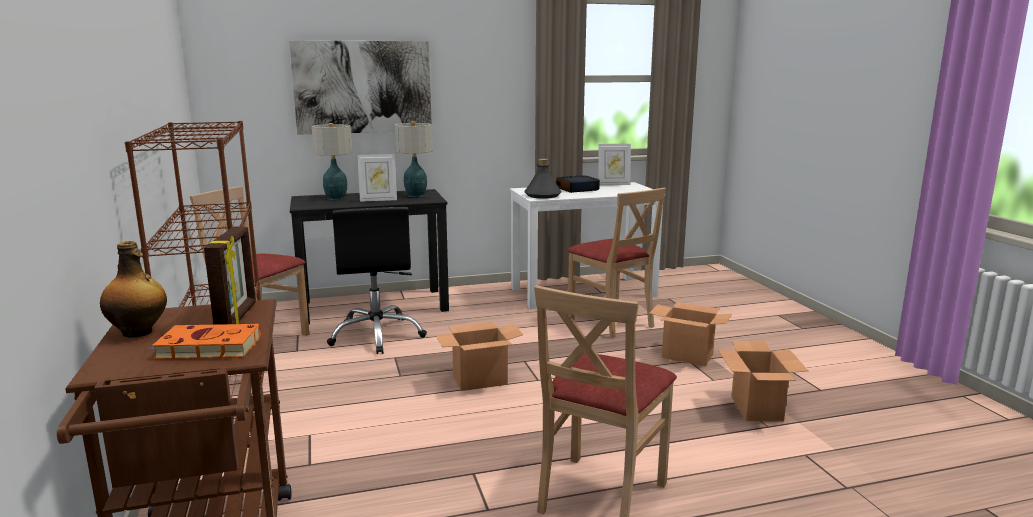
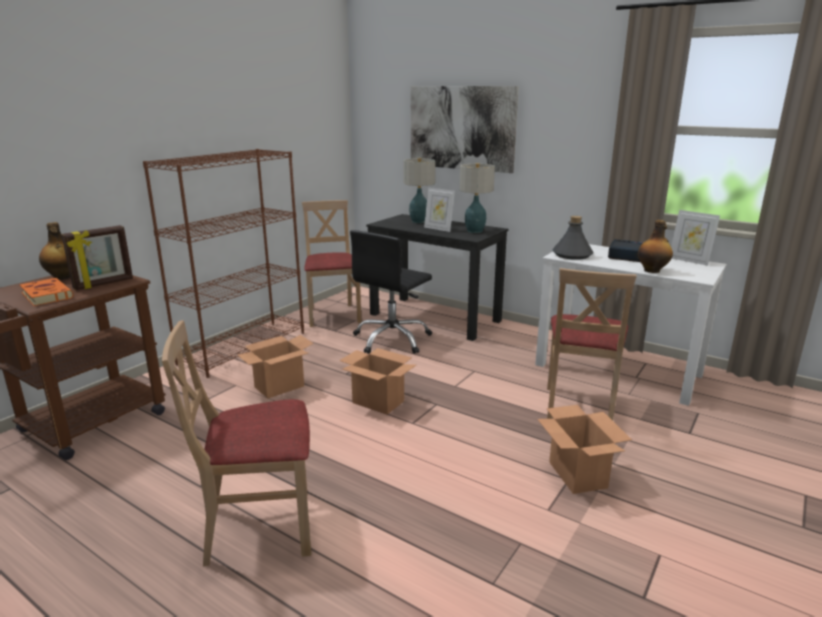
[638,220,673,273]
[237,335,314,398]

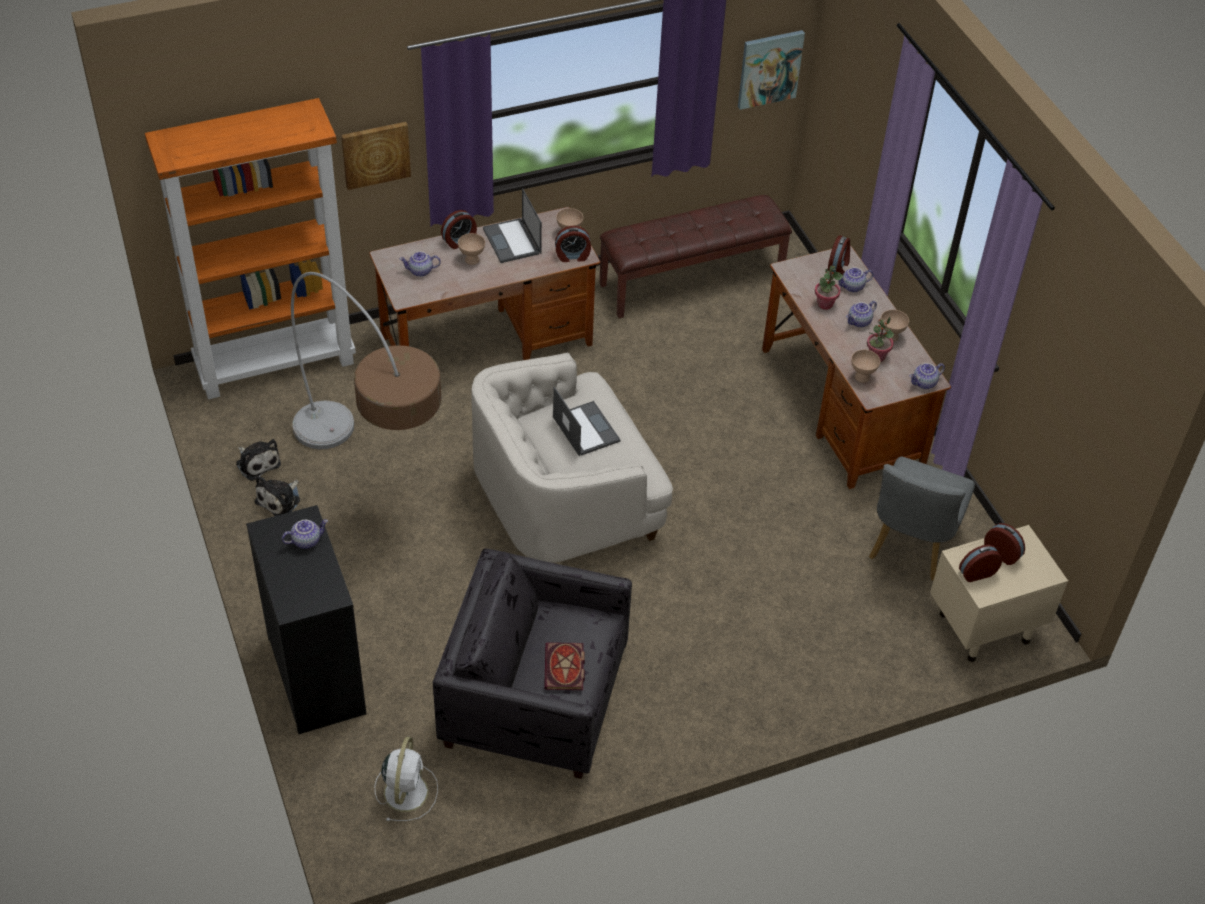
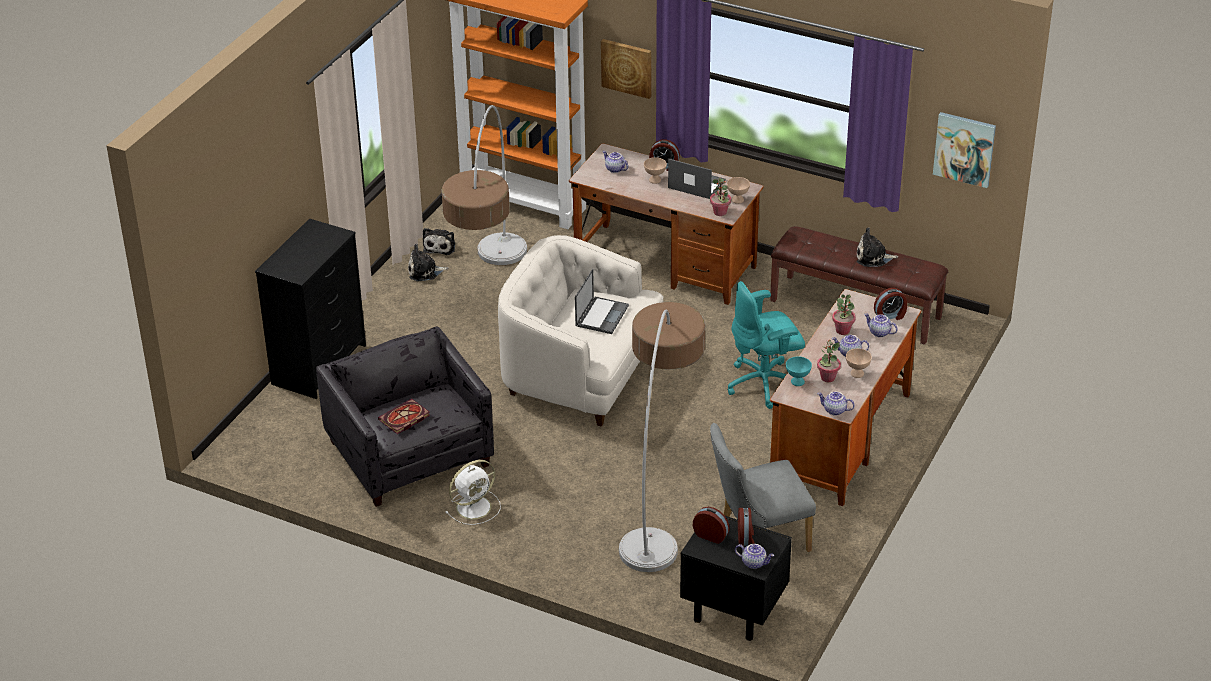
[619,302,705,572]
[728,281,805,409]
[857,227,898,267]
[735,544,774,569]
[445,460,501,525]
[710,178,731,216]
[786,356,812,386]
[680,516,792,641]
[668,159,726,199]

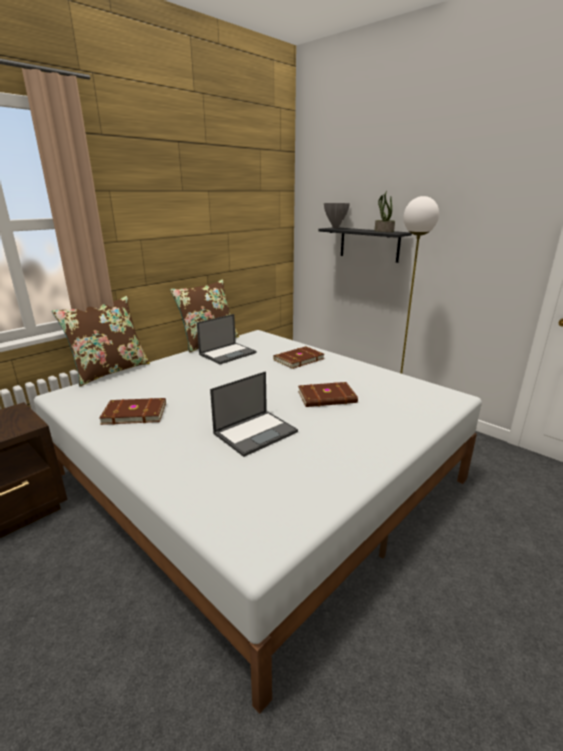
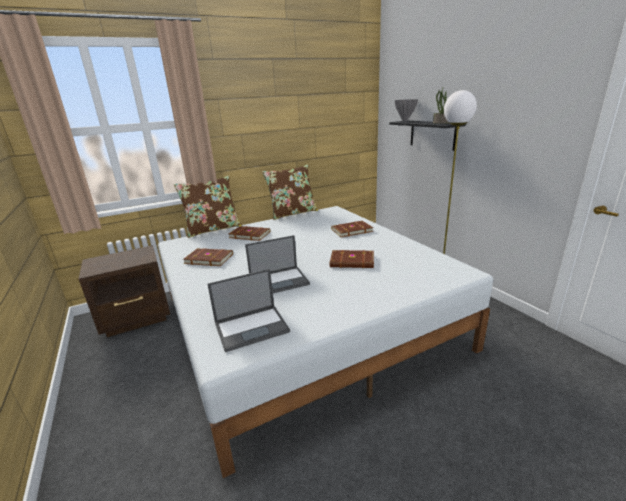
[229,226,270,241]
[208,269,290,352]

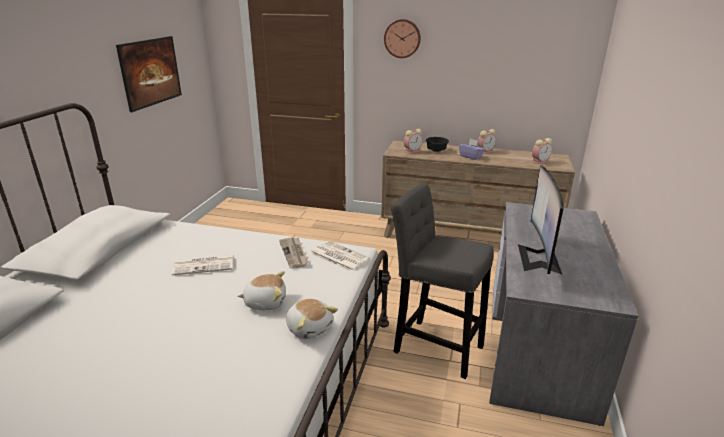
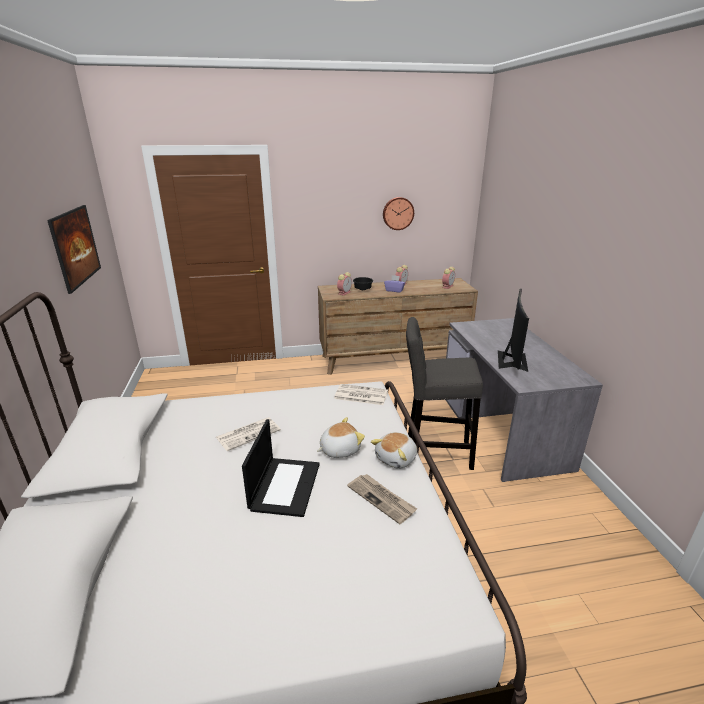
[242,419,320,517]
[347,474,417,524]
[383,197,414,230]
[371,432,417,469]
[498,289,529,372]

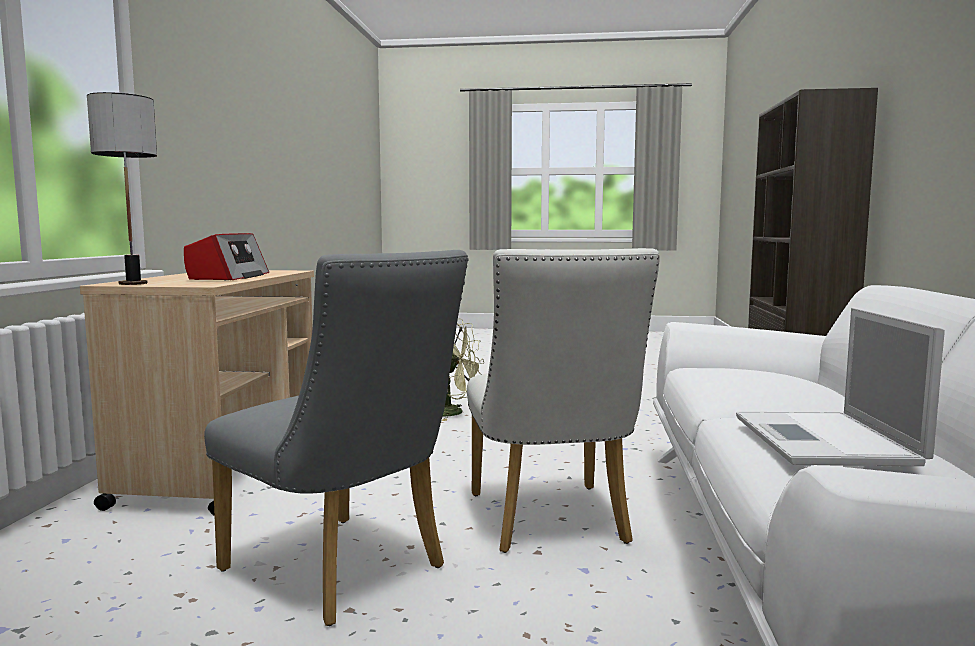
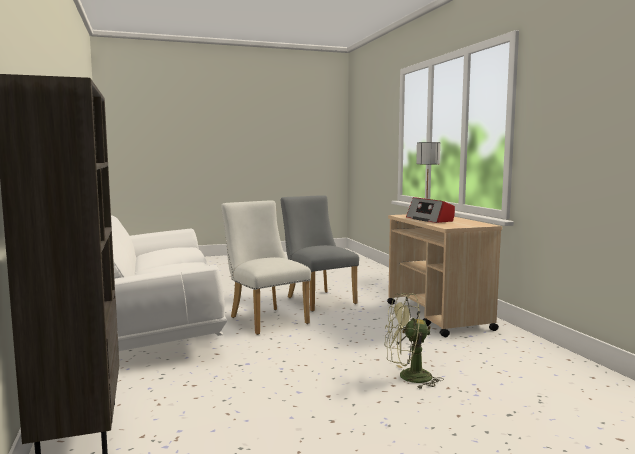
[736,307,945,466] (first image)
[281,195,359,312]

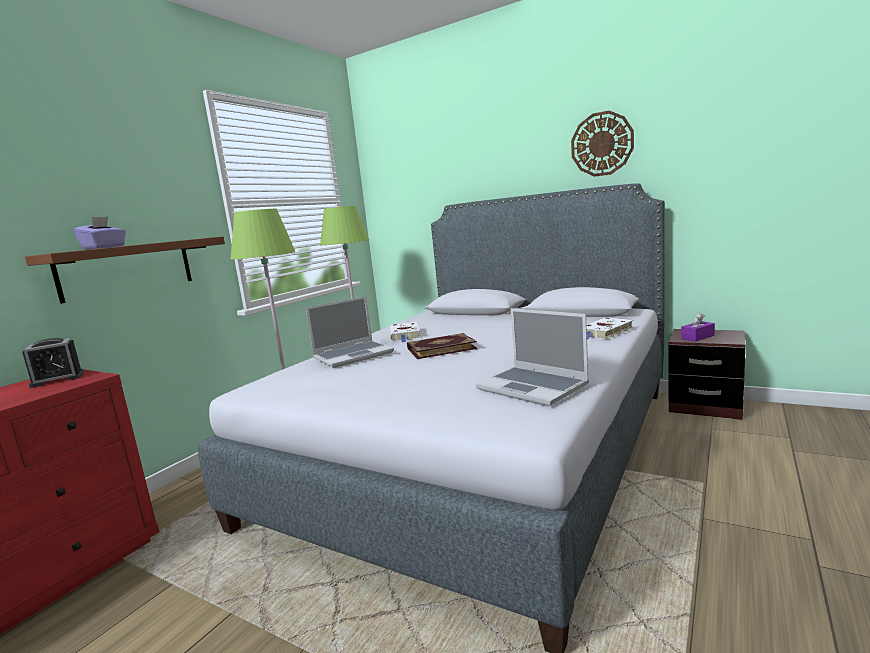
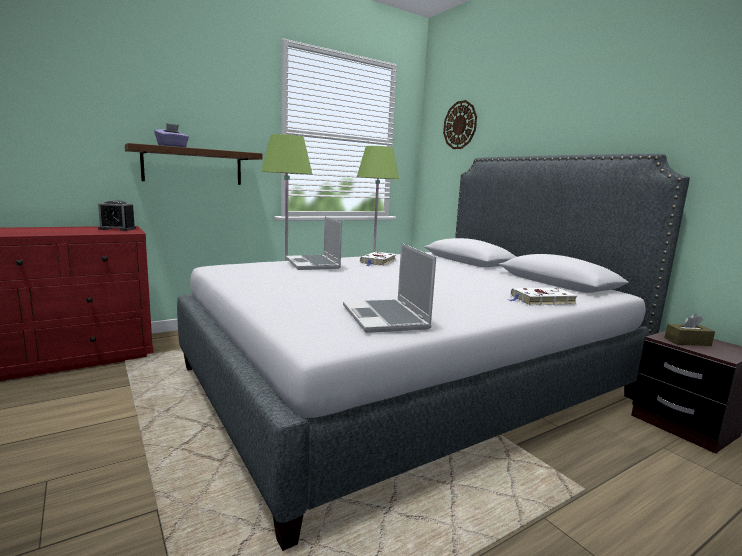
[407,333,477,359] (first image)
[443,100,477,149]
[665,314,715,346]
[286,217,342,270]

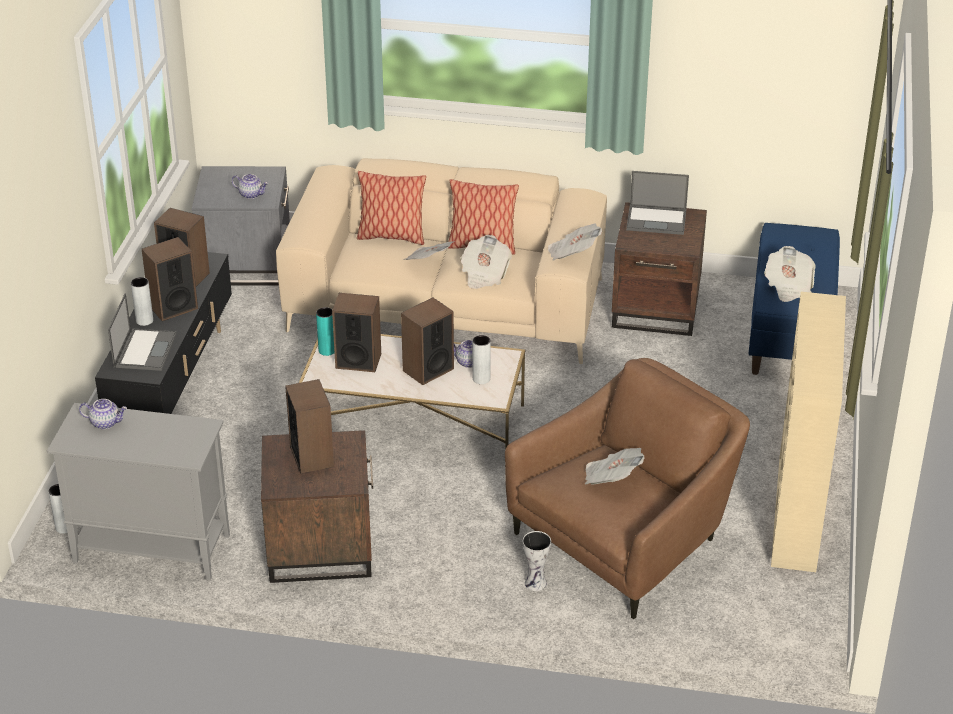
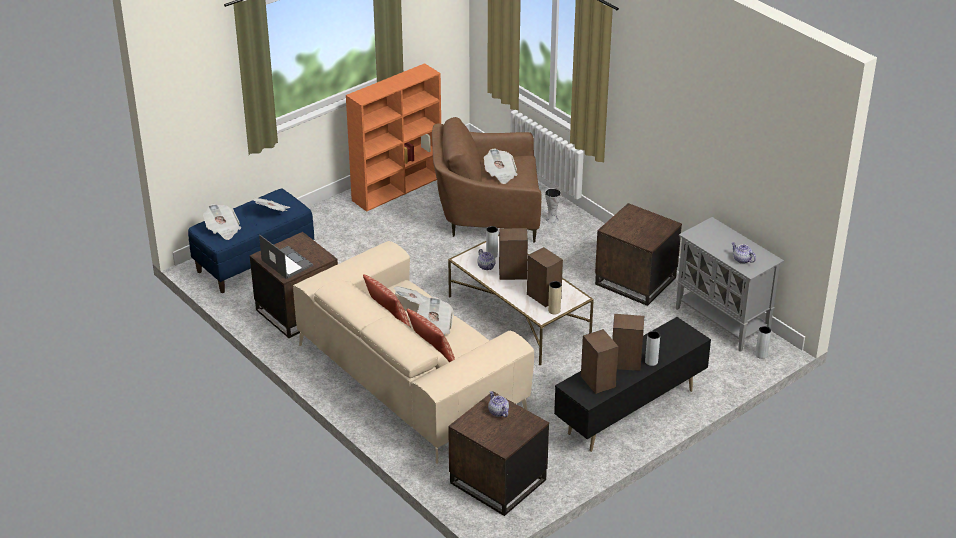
[108,293,177,371] (first image)
[285,379,334,474] (first image)
[203,204,241,240]
[448,392,549,516]
[548,281,562,314]
[346,63,441,212]

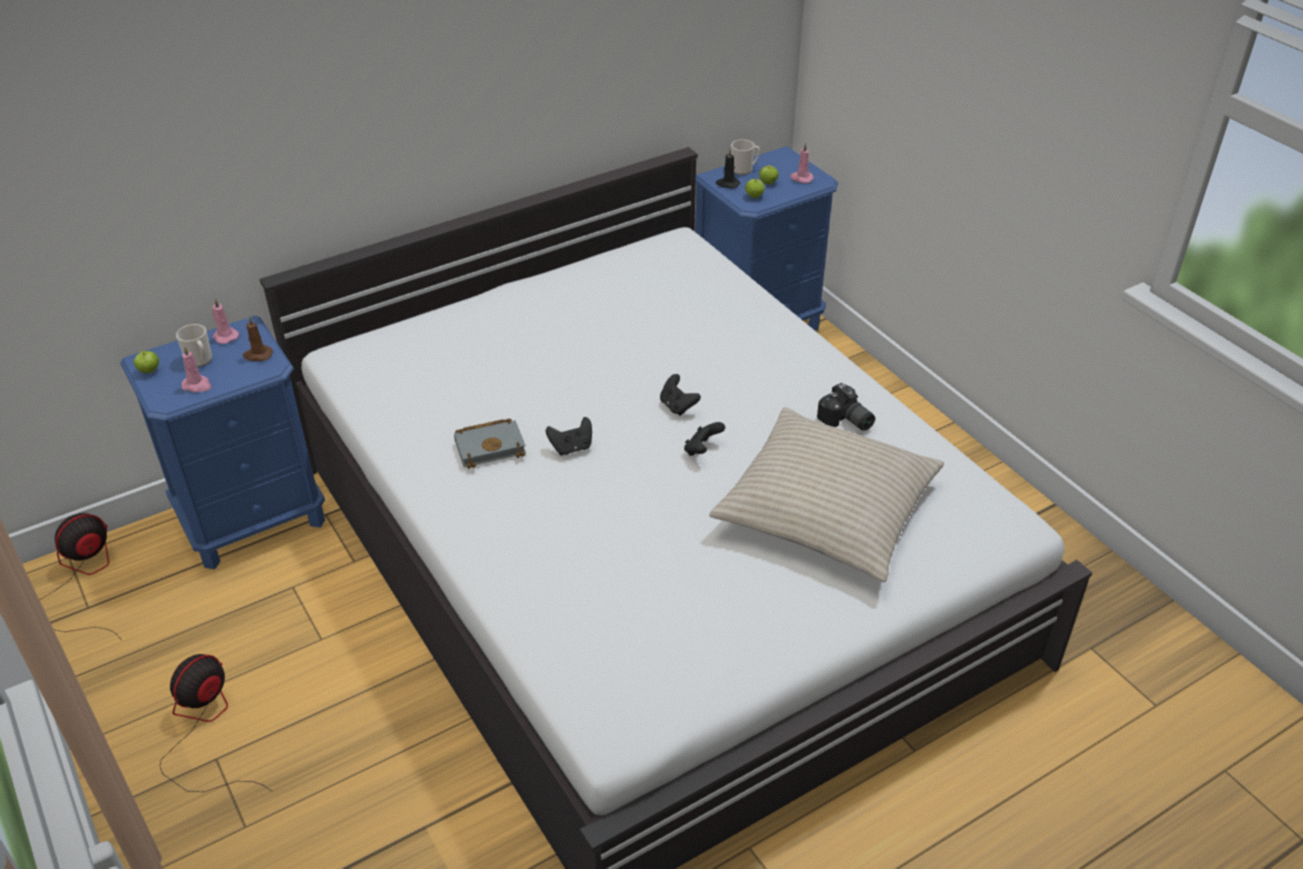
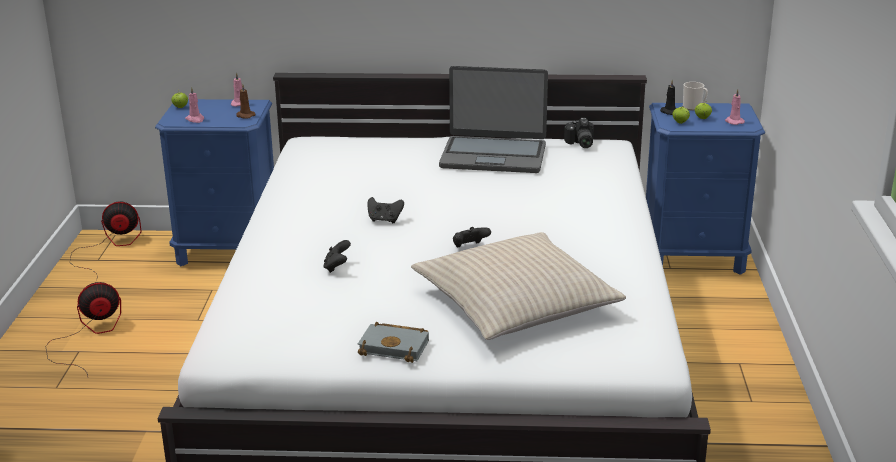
[176,324,212,367] (first image)
[439,66,548,173]
[357,322,429,363]
[324,240,351,273]
[564,118,594,148]

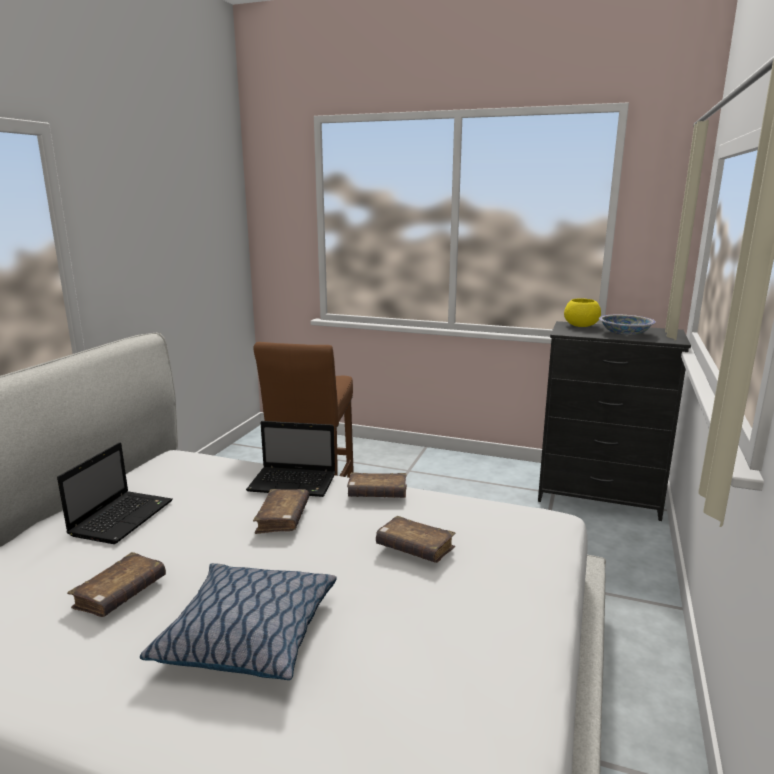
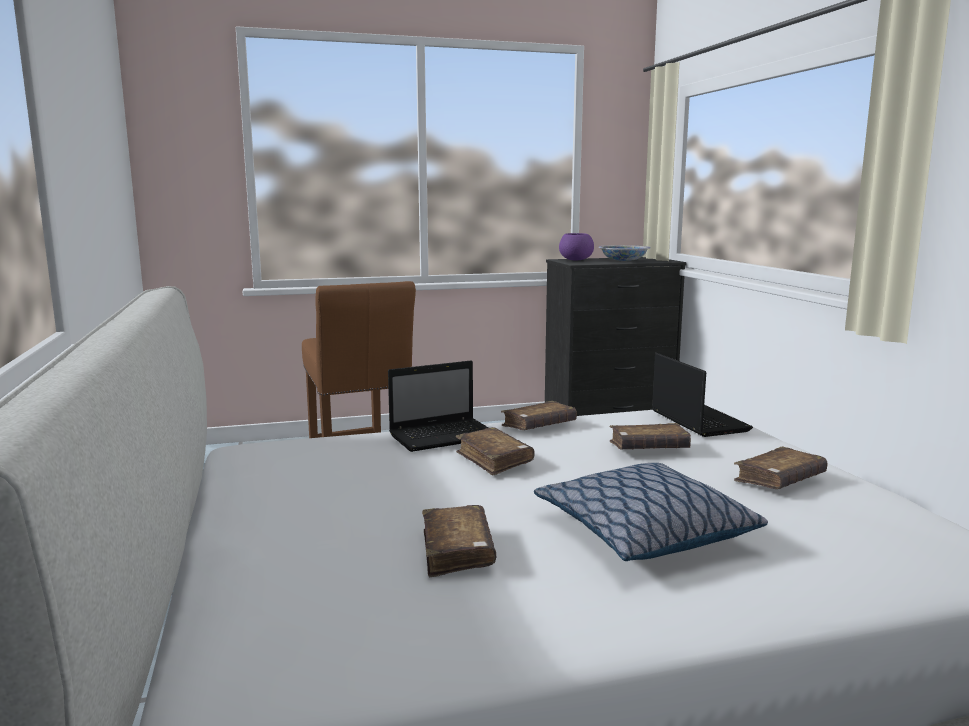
[734,447,828,489]
[652,353,753,437]
[559,233,594,261]

